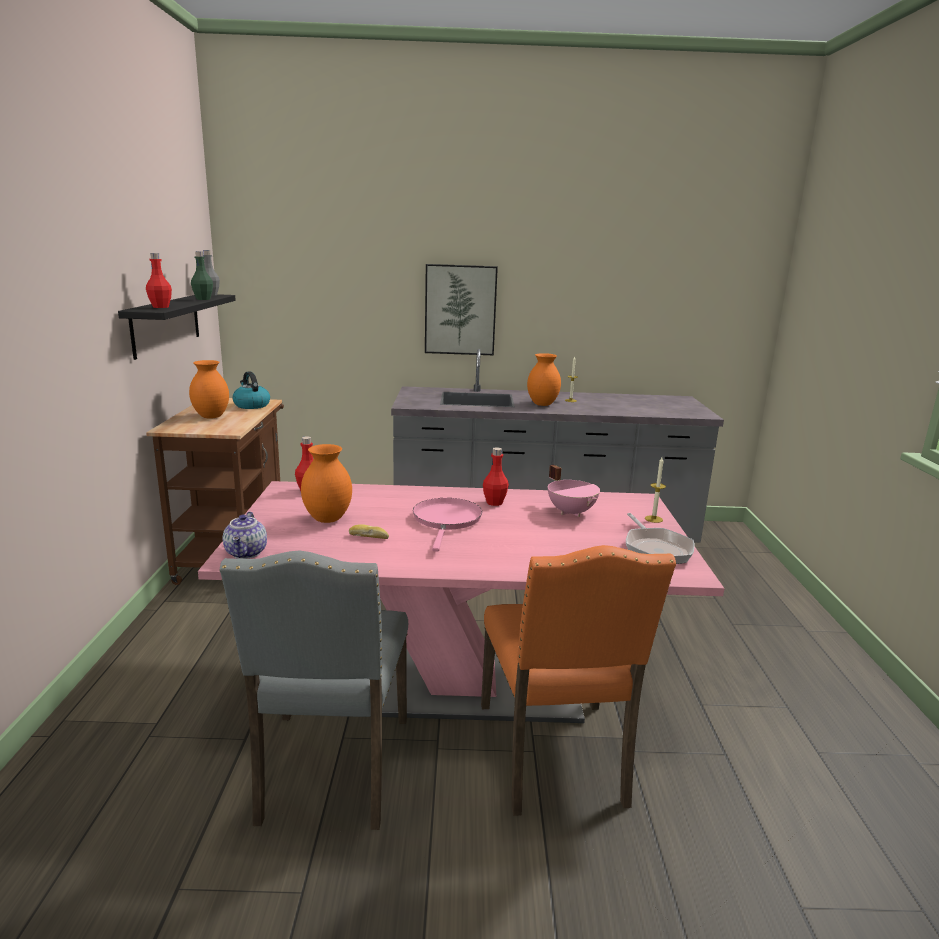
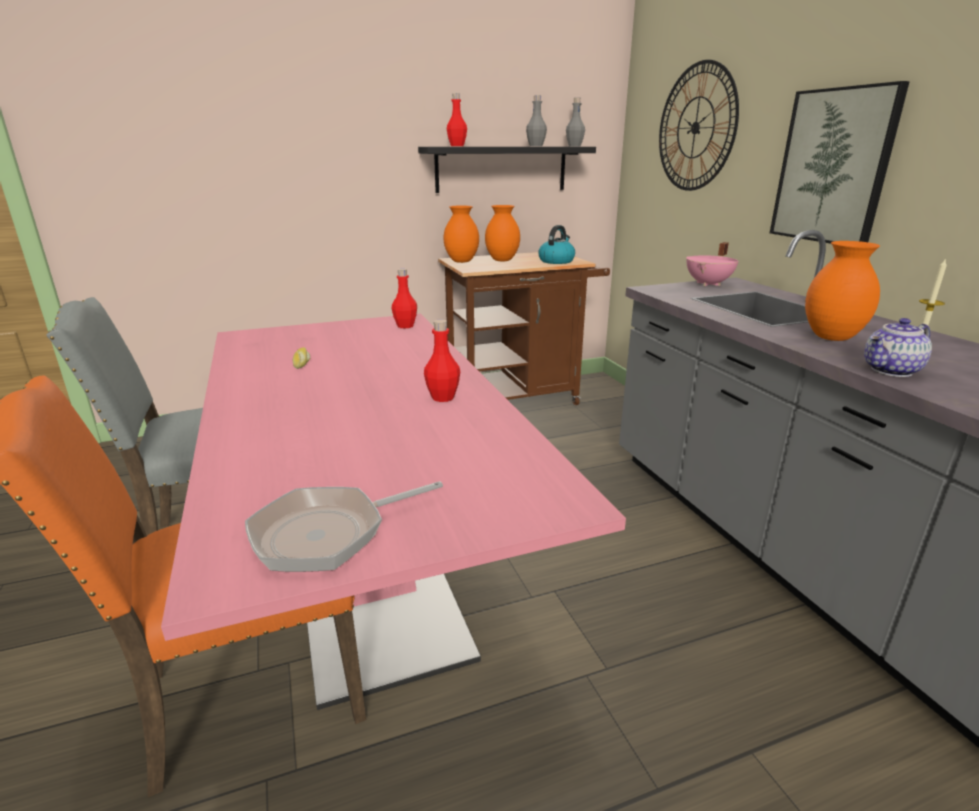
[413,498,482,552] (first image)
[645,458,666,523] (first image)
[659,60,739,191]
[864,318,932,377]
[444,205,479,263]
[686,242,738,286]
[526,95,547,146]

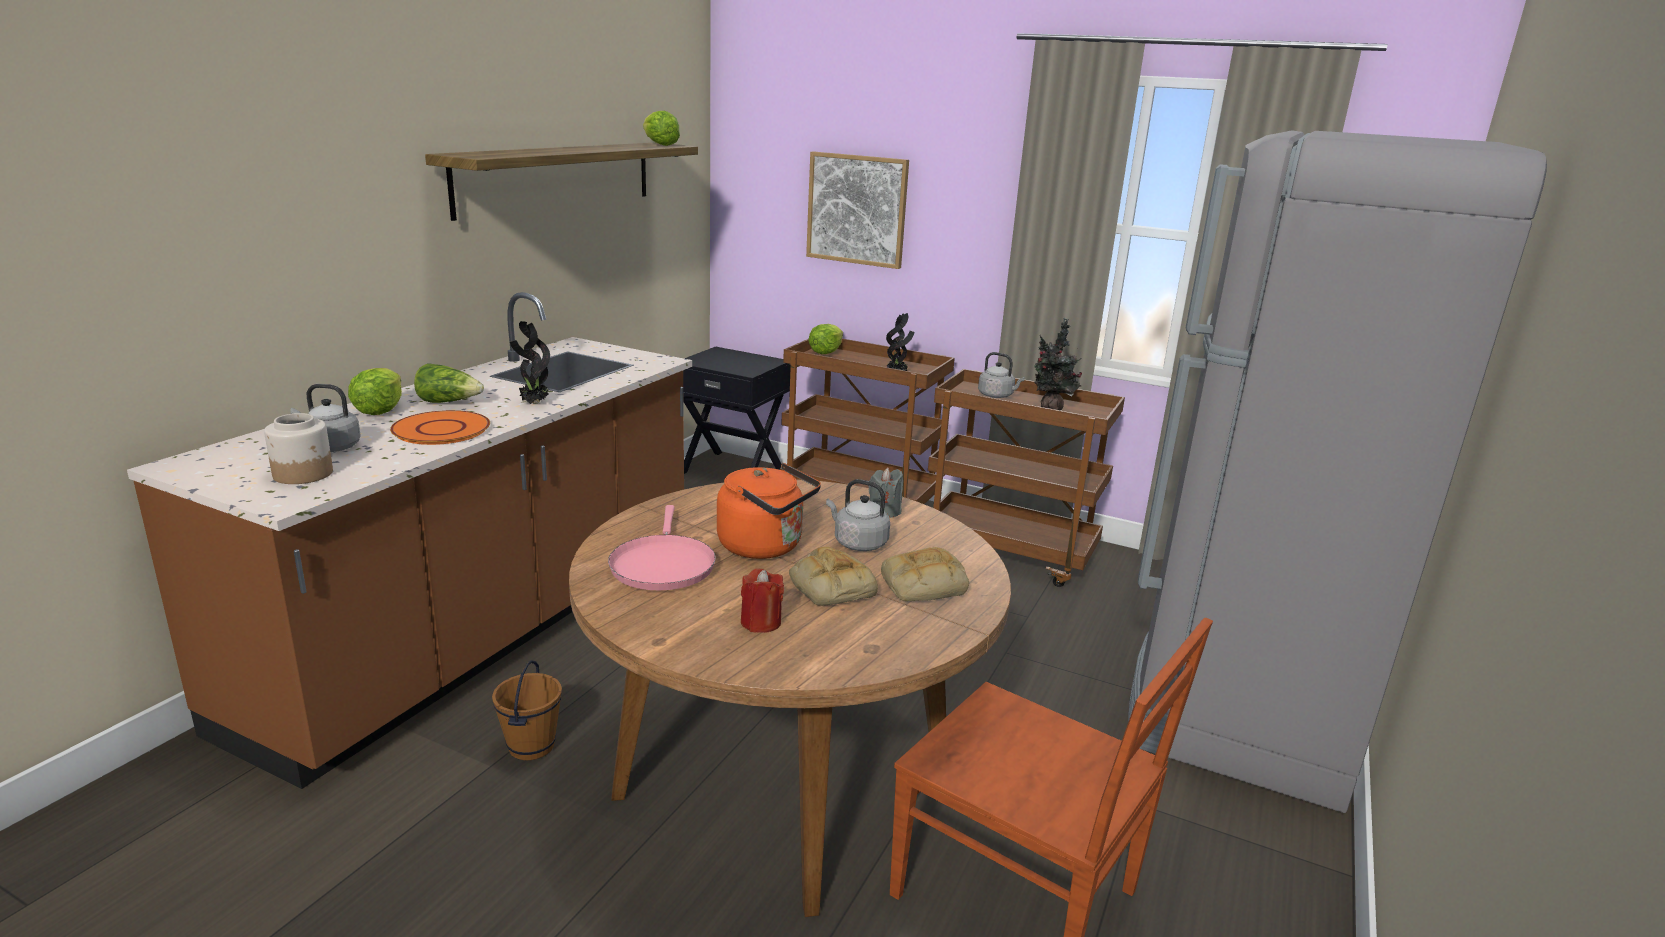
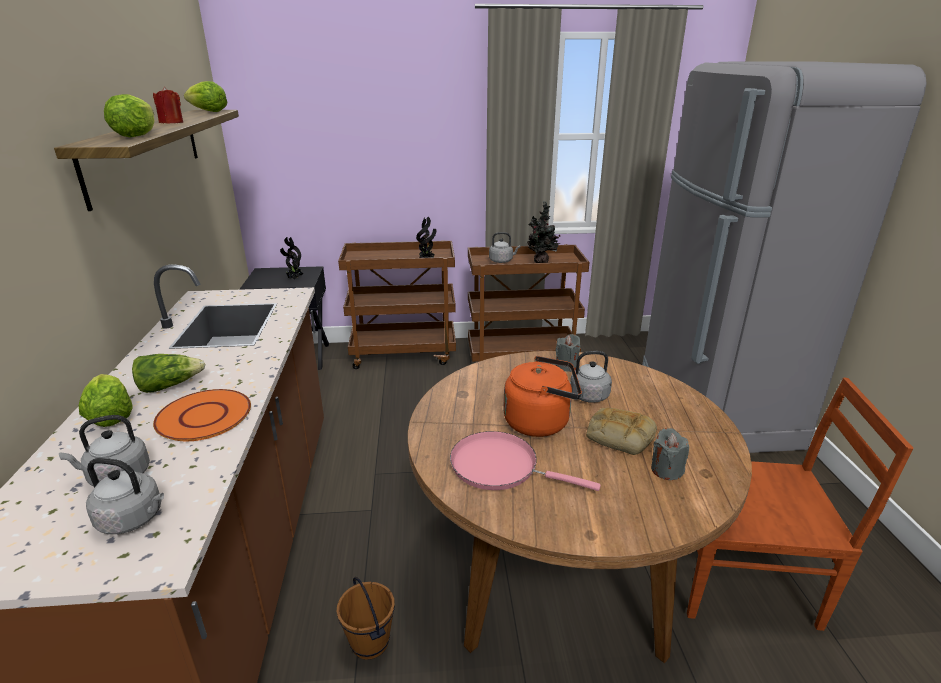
[806,151,909,269] (first image)
[881,547,969,601] (first image)
[651,428,689,480]
[280,237,303,279]
[153,87,183,124]
[104,94,155,138]
[86,458,164,534]
[450,431,601,491]

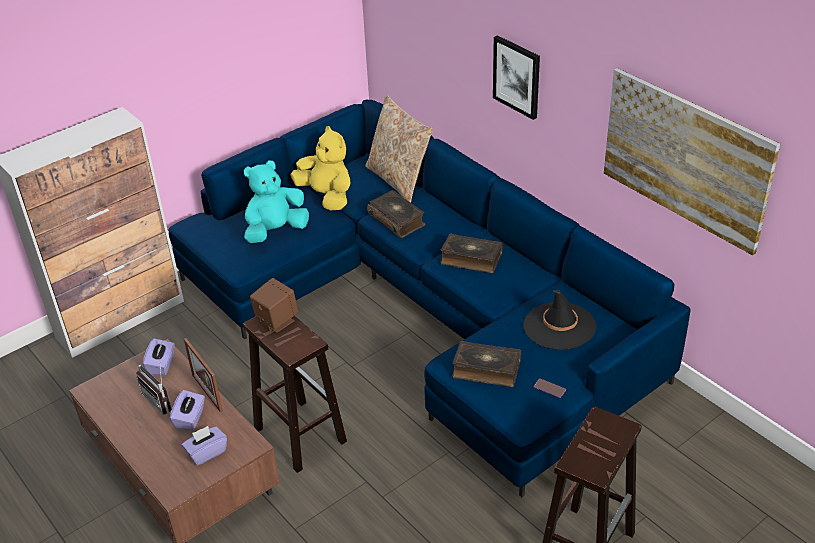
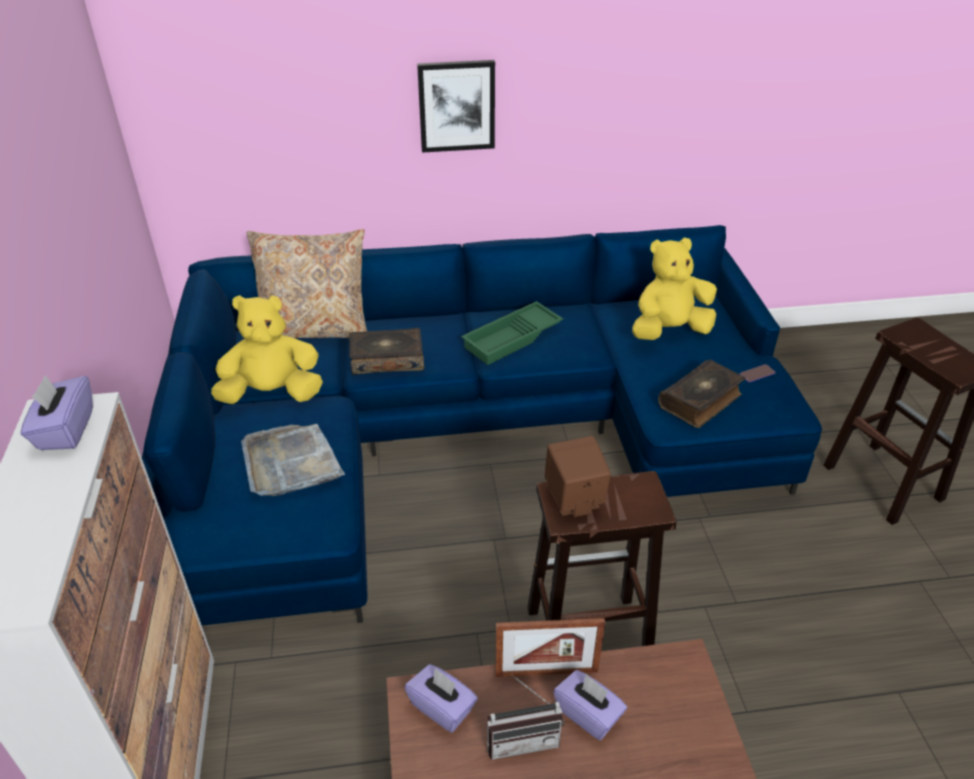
[604,68,780,256] (first image)
[20,375,93,450]
[241,424,345,496]
[461,301,563,365]
[632,238,717,340]

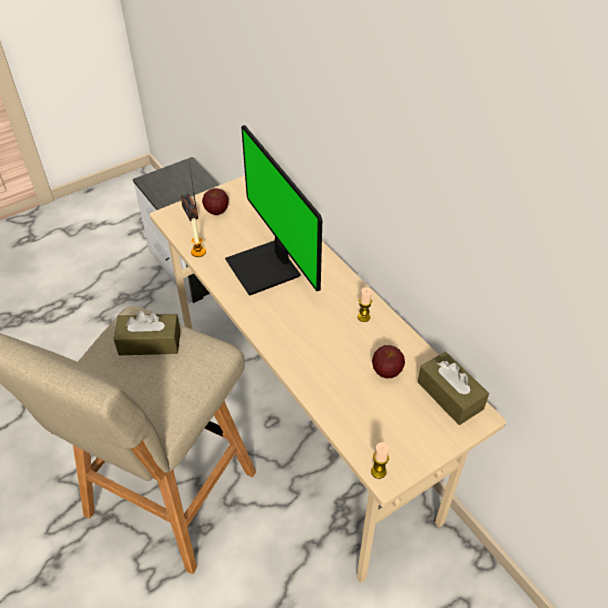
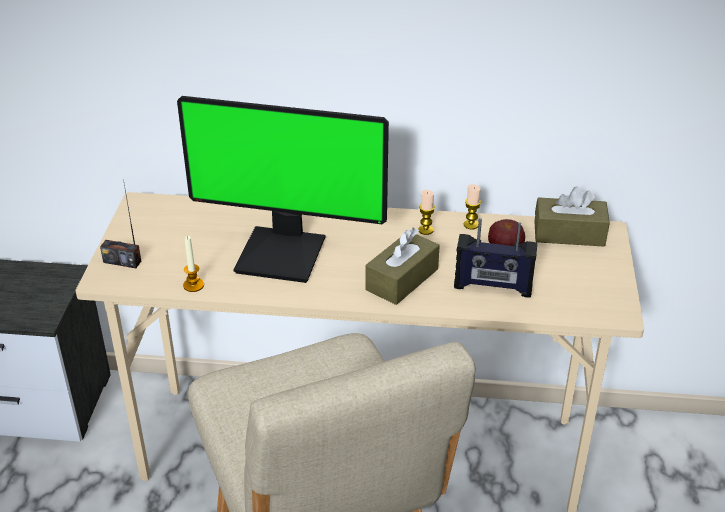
[202,188,229,215] (first image)
[454,218,537,297]
[365,228,440,305]
[464,184,481,229]

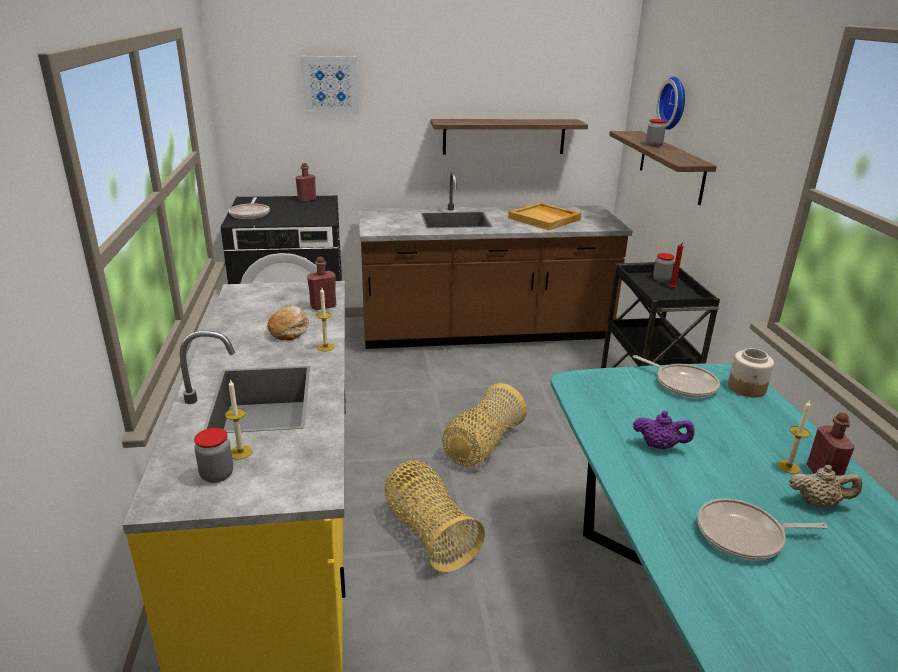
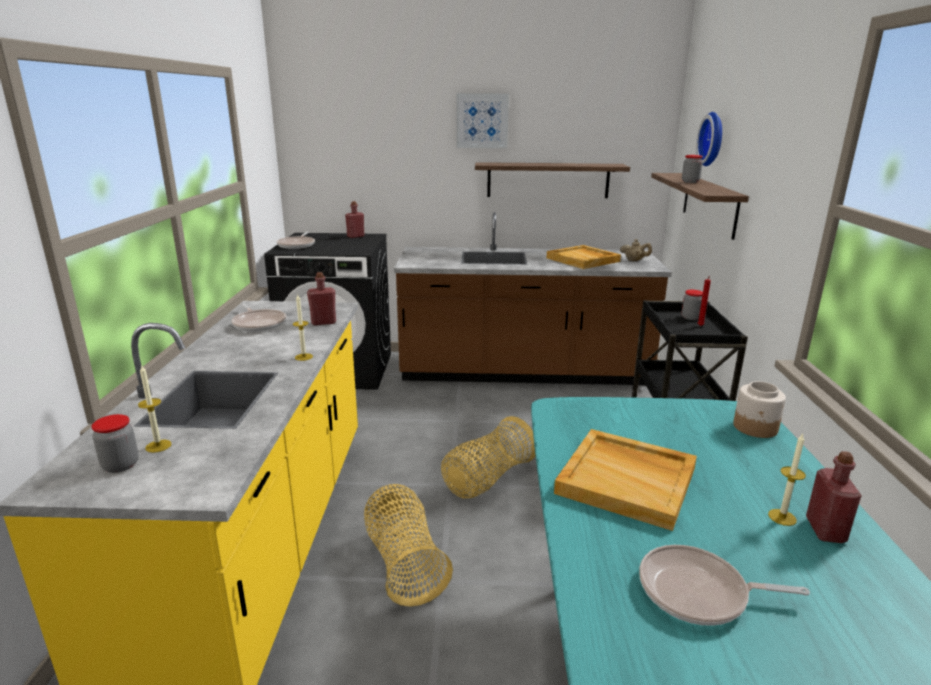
[267,306,309,341] (first image)
[457,93,509,148]
[232,303,286,332]
[620,239,652,261]
[554,429,697,531]

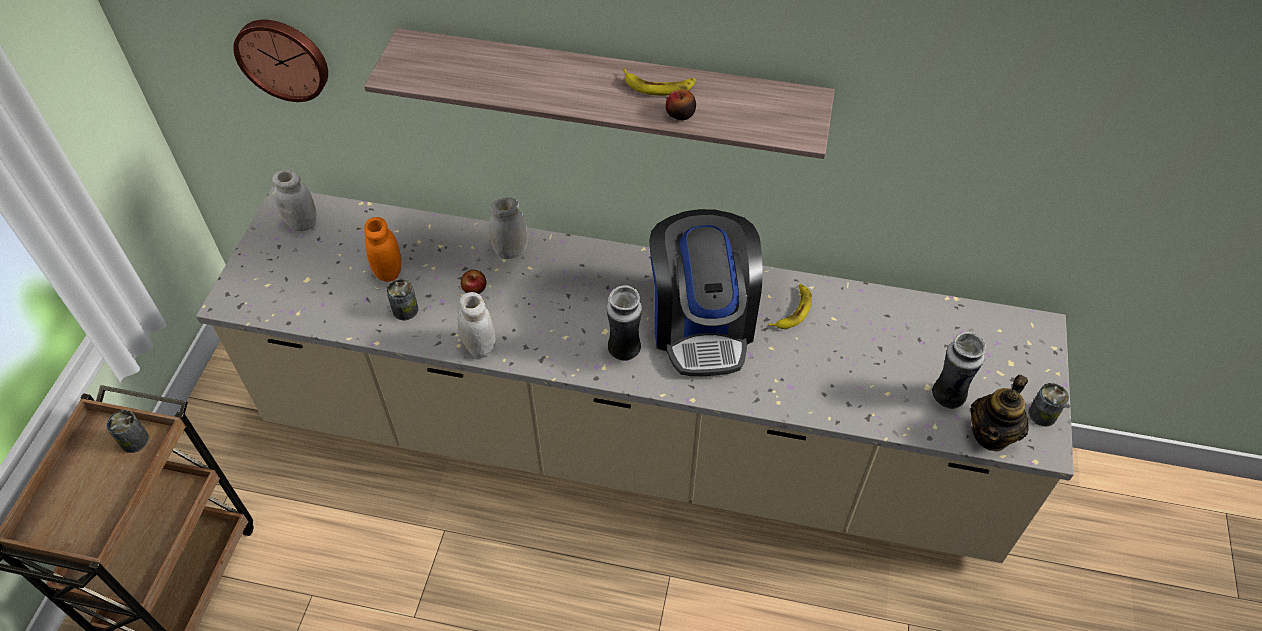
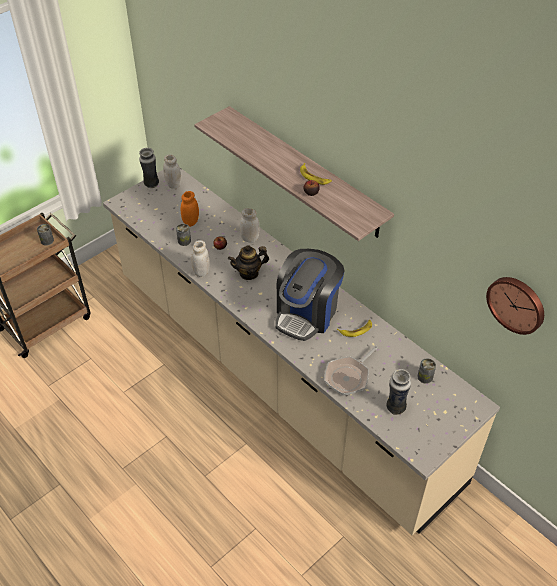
[324,346,378,396]
[486,277,544,335]
[139,148,159,188]
[228,245,269,280]
[417,358,436,384]

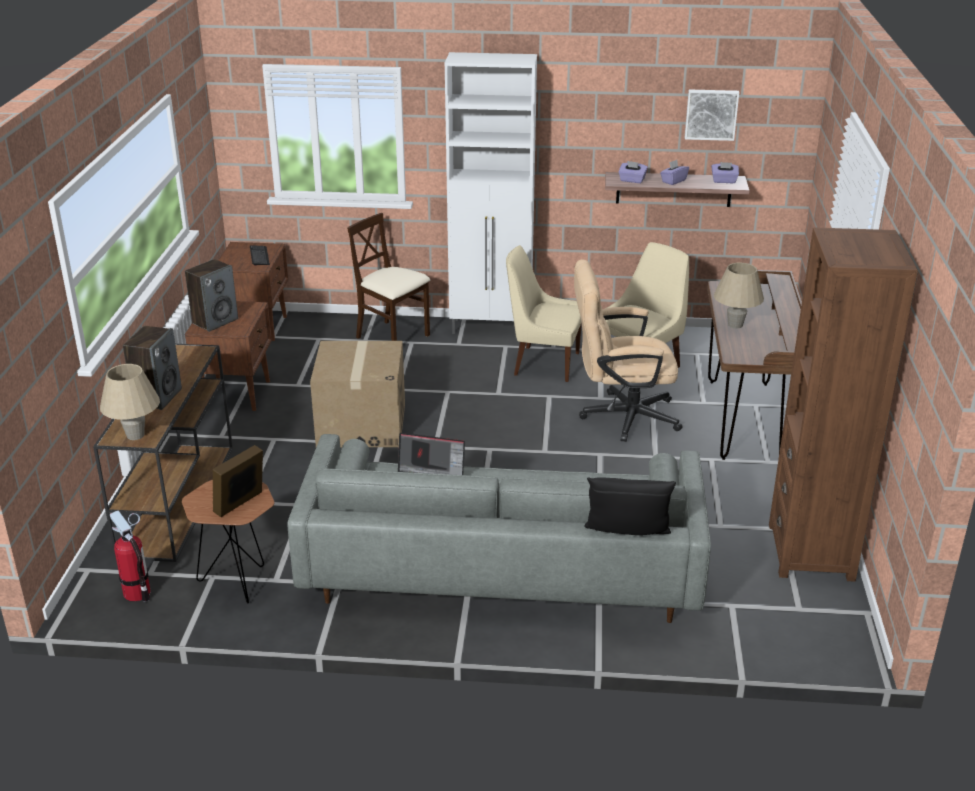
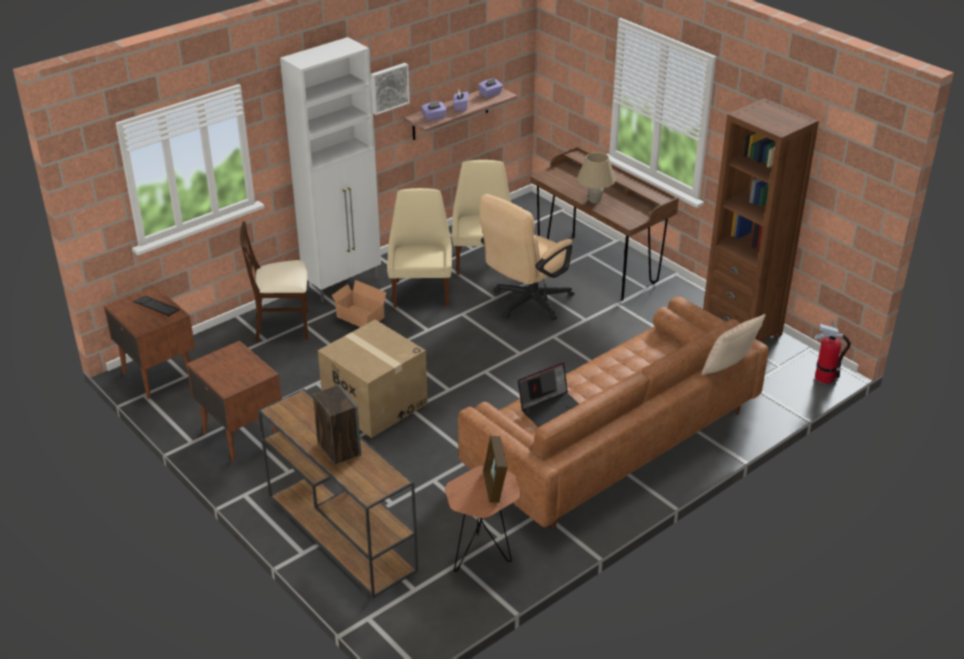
[100,364,160,440] (first image)
[185,259,238,332] (first image)
[331,280,388,327]
[815,319,851,384]
[371,63,410,115]
[458,296,769,529]
[702,314,766,375]
[387,188,452,308]

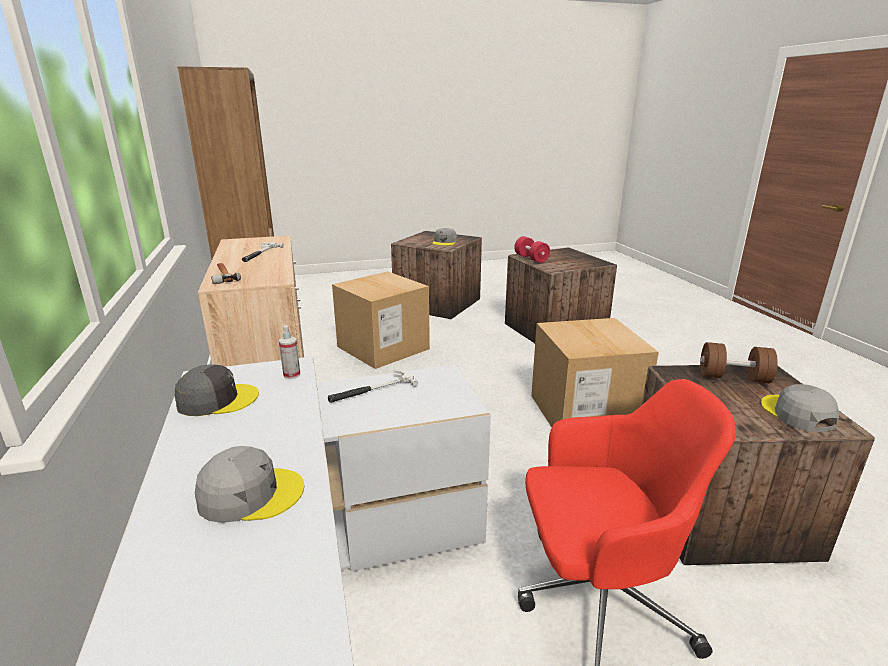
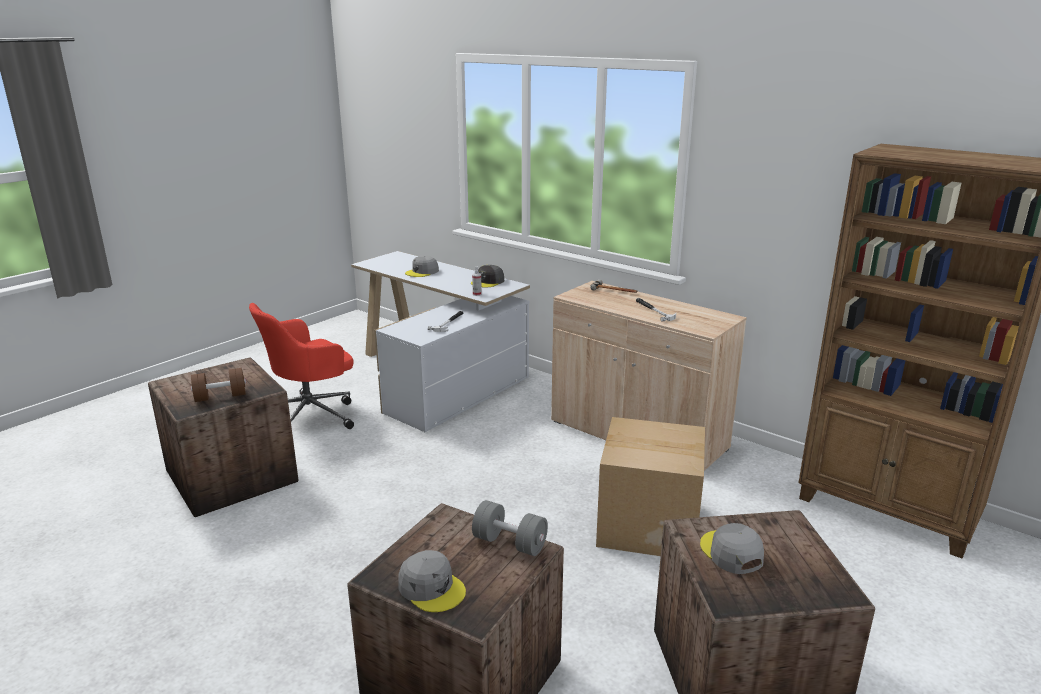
[531,318,659,427] (first image)
[398,550,466,612]
[472,500,548,556]

